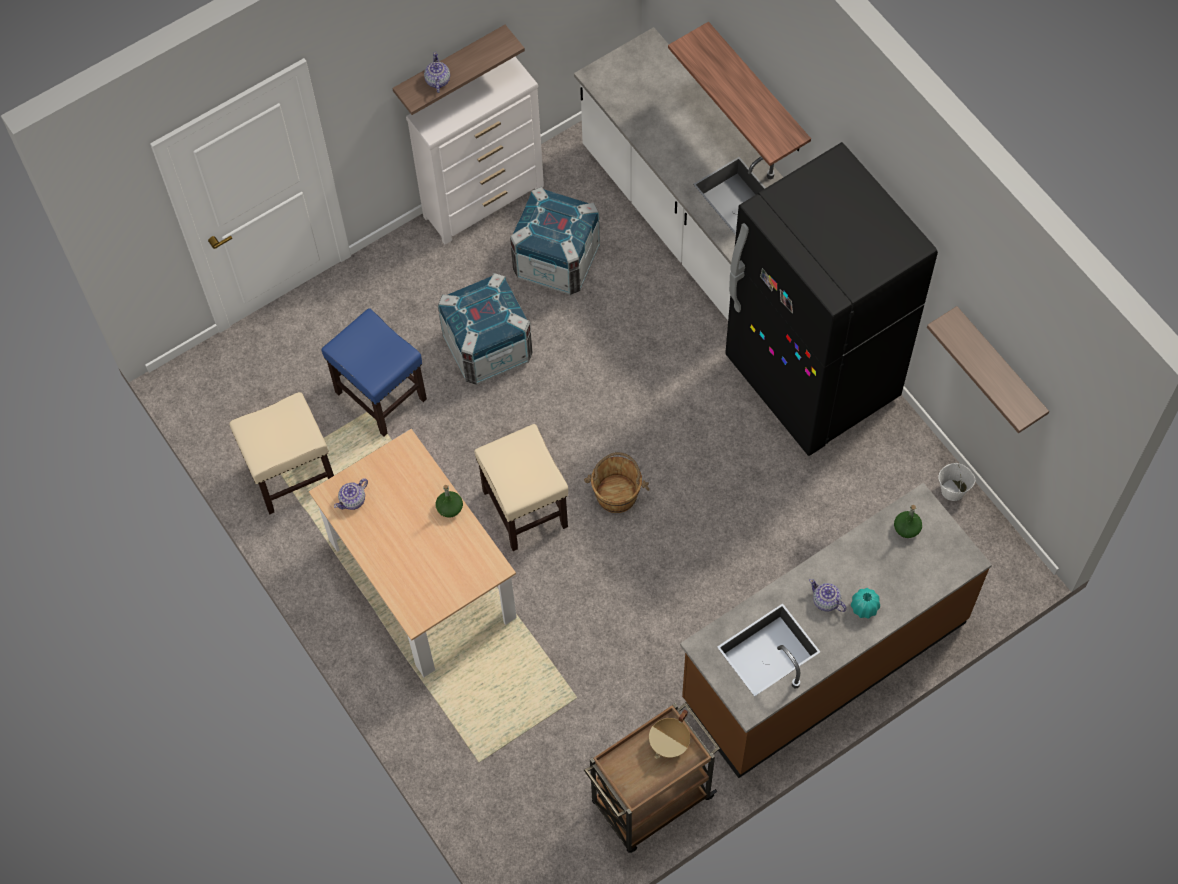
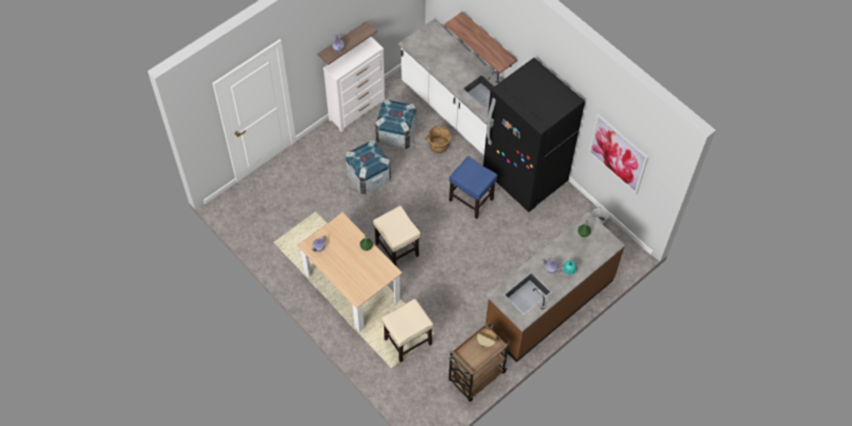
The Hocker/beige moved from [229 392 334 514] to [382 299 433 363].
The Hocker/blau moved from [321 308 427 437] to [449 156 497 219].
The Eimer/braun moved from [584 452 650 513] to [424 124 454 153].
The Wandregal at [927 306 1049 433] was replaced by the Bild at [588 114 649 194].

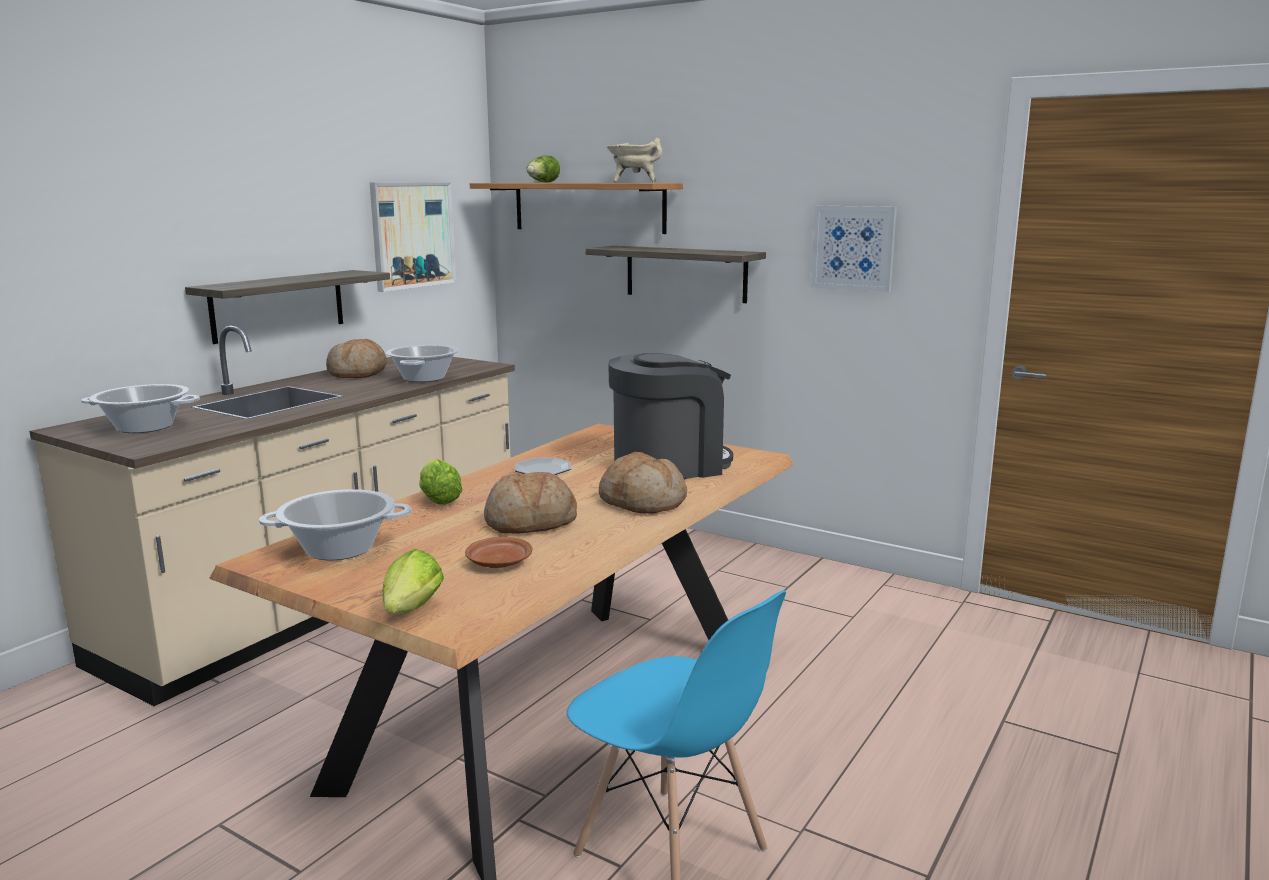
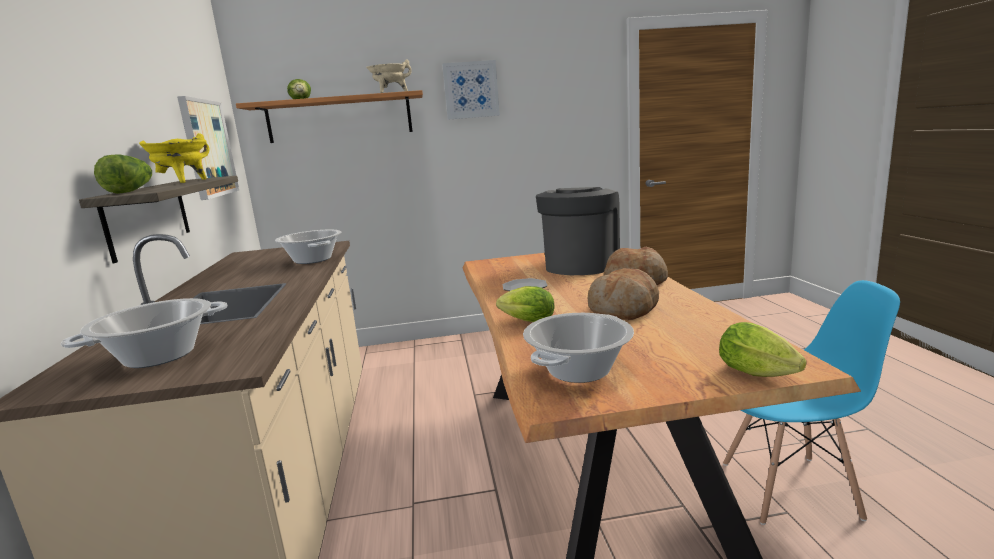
The Brot at [326 339 387 378] disappeared.
The Teller/braun at [465 537 532 568] disappeared.
The Wandregal at [585 246 766 303] disappeared.
The Salatkopf at [94 154 152 194] appeared.
The Kochtopf/gelb at [139 133 209 183] appeared.
The Bild moved from [811 206 897 292] to [442 60 500 120].

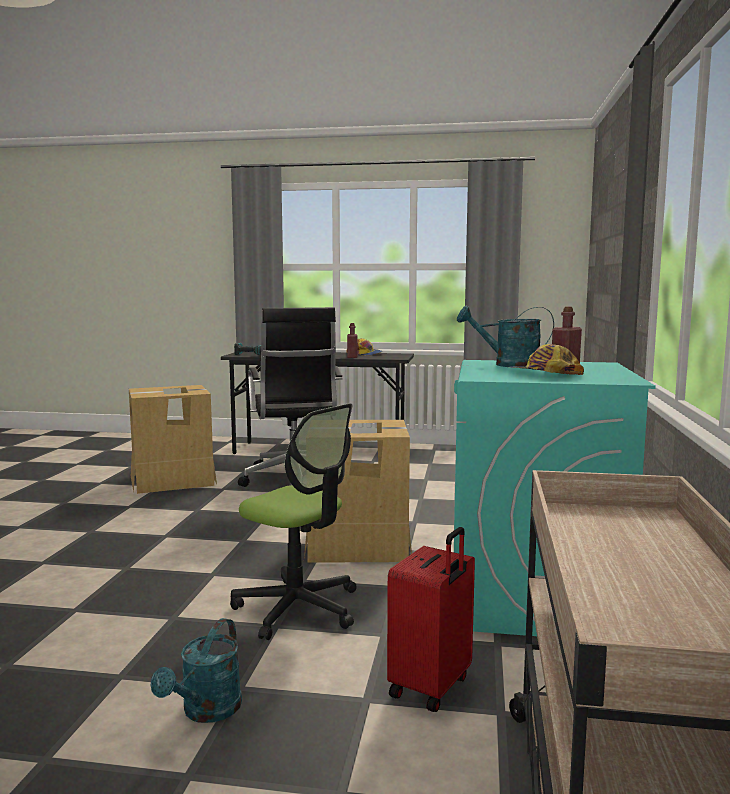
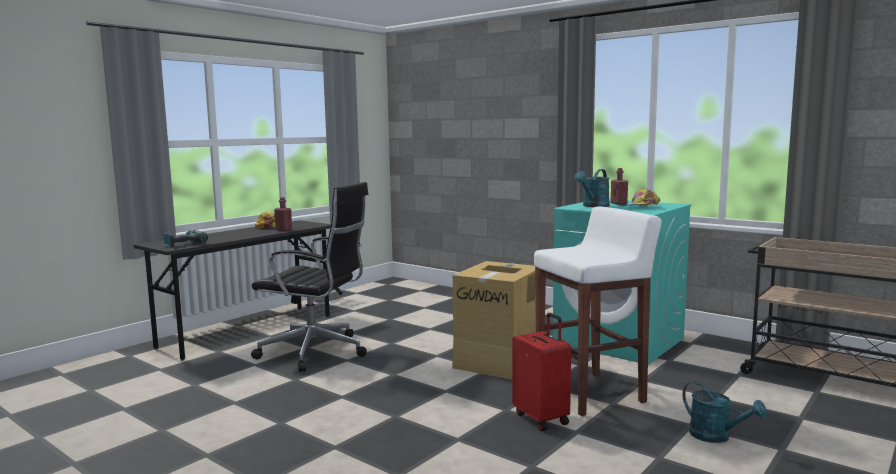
The Karton at [129 385 217 494] disappeared.
The Koffer/rot moved from [387 527 475 712] to [512 313 571 431].
The Bürostuhl at [230 403 357 640] was replaced by the Hocker/weiß at [534 207 662 416].

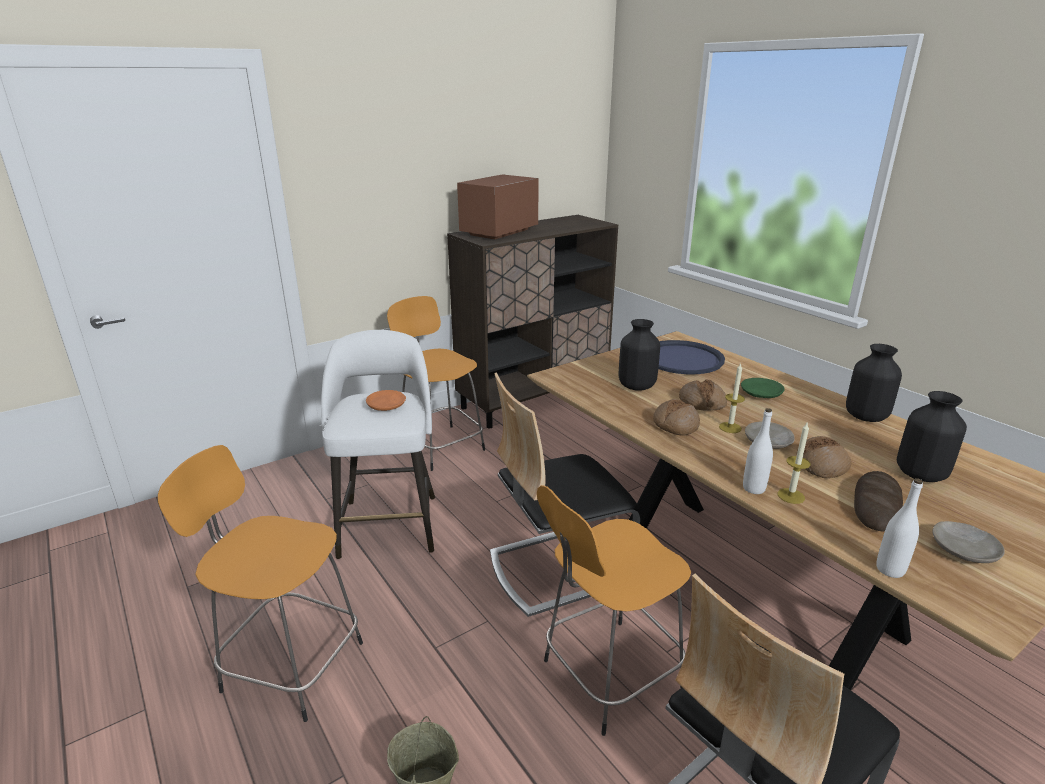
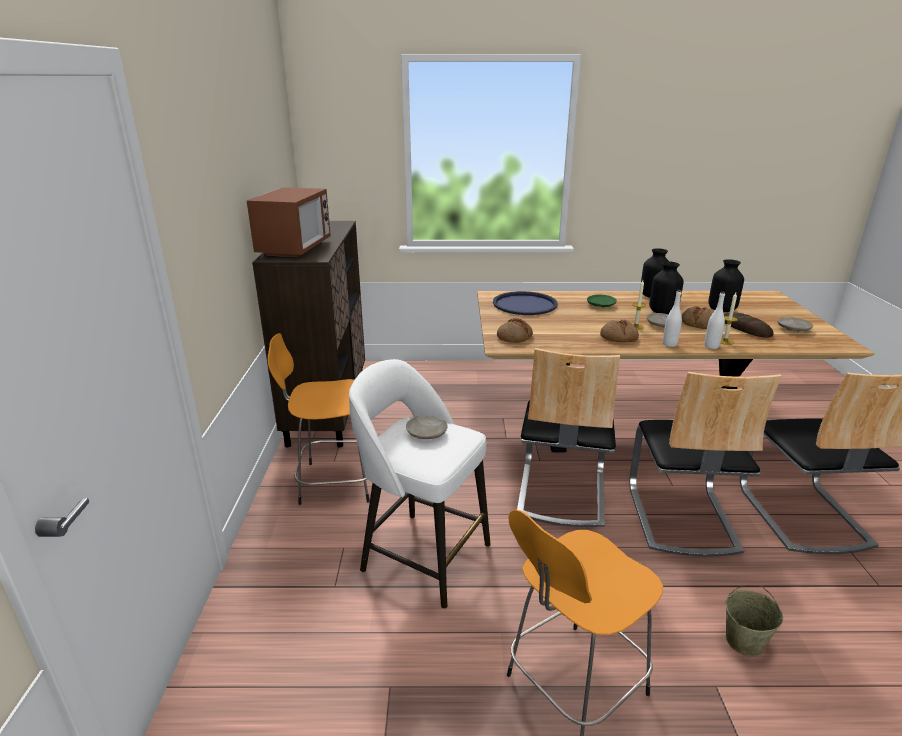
The Vase/schwarz moved from [619 319 660 390] to [649 261 684 314].
The Brot moved from [679 379 727 411] to [497 318 533 343].
The Flasche/weiß moved from [876 478 923 578] to [663 290 682 347].
The Hocker/orange at [537 485 691 736] was replaced by the Stuhl at [630 372 781 557].
The Teller/orange at [366 390 406 411] became the Teller/beige at [406 415 448 439].
The Mikrowelle at [457 174 539 239] turned 150 degrees counterclockwise.

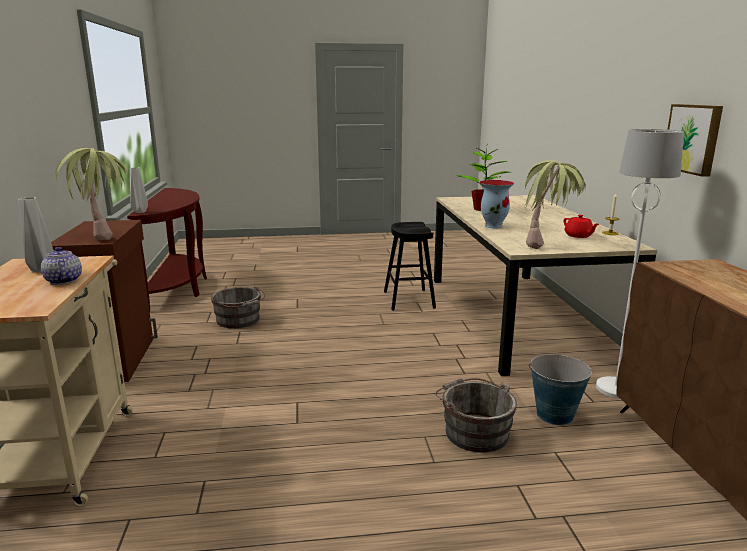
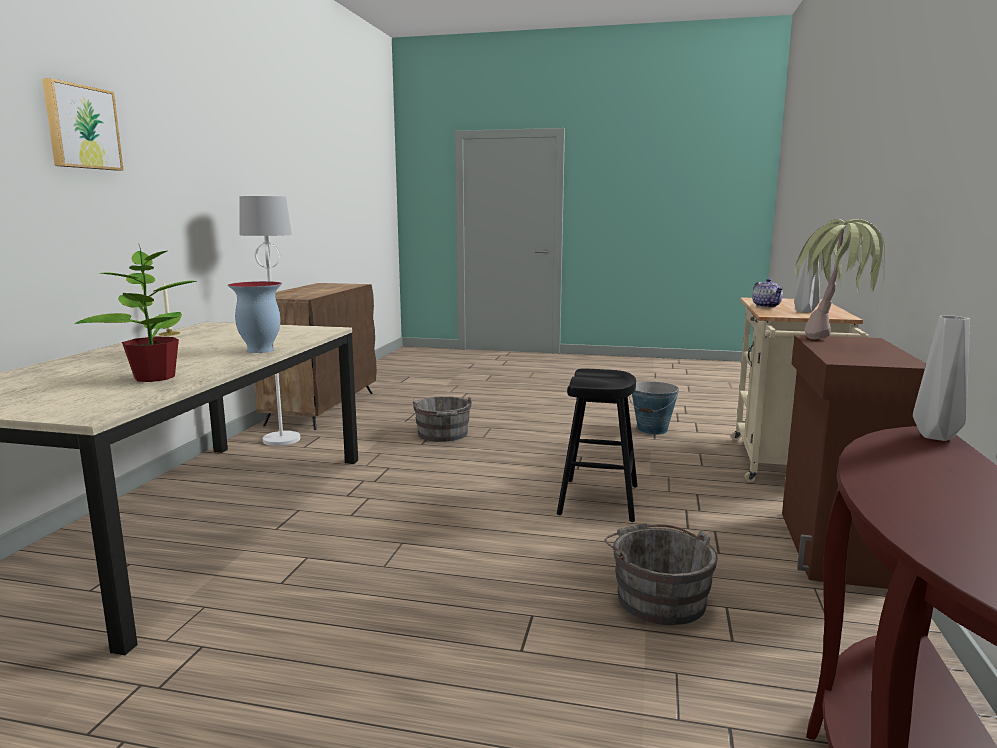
The Topfpflanze at [523 160 586 249] disappeared.
The Teekanne/rot at [564 215 599 238] disappeared.
The Hocker/schwarz moved from [384 222 436 311] to [557 369 638 522].
The Eimer moved from [529 354 592 425] to [629 382 679 435].
The Bild moved from [667 104 723 177] to [42 78 123 170].

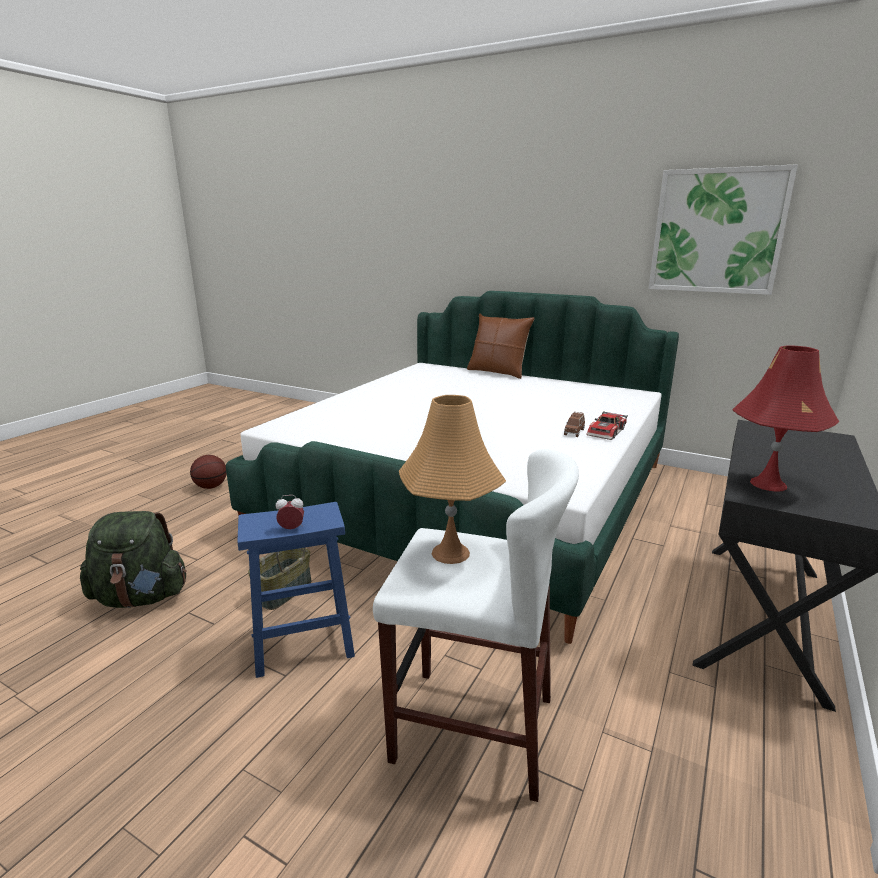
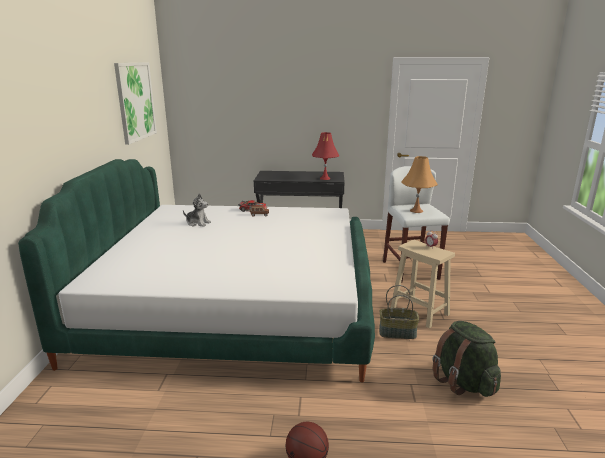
The Kissen/braun at [467 314 535 379] disappeared.
The Plüschtier at [183 193 211 227] appeared.
The Hocker/blau at [238 502 355 678] became the Hocker/beige at [391 240 455 328].

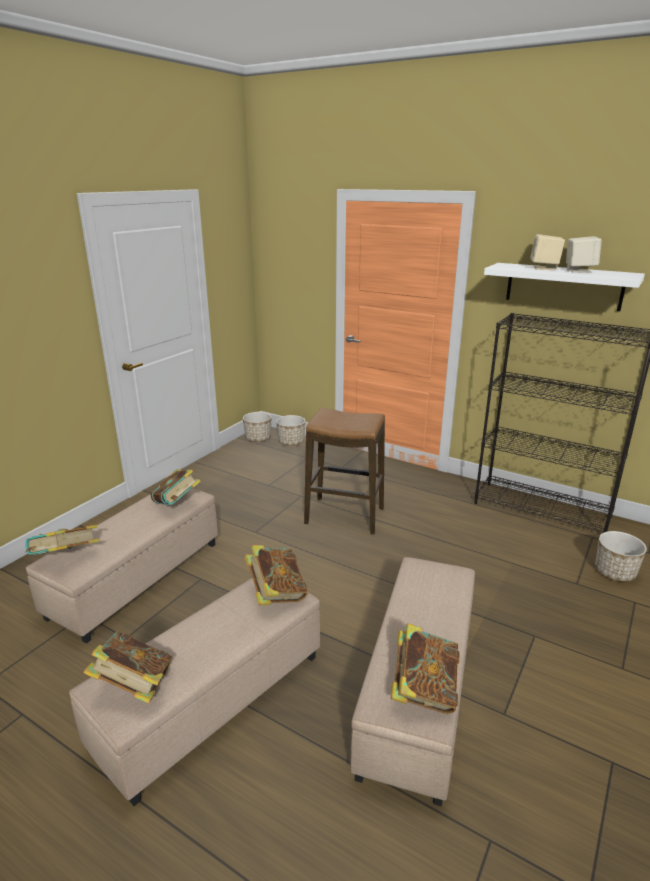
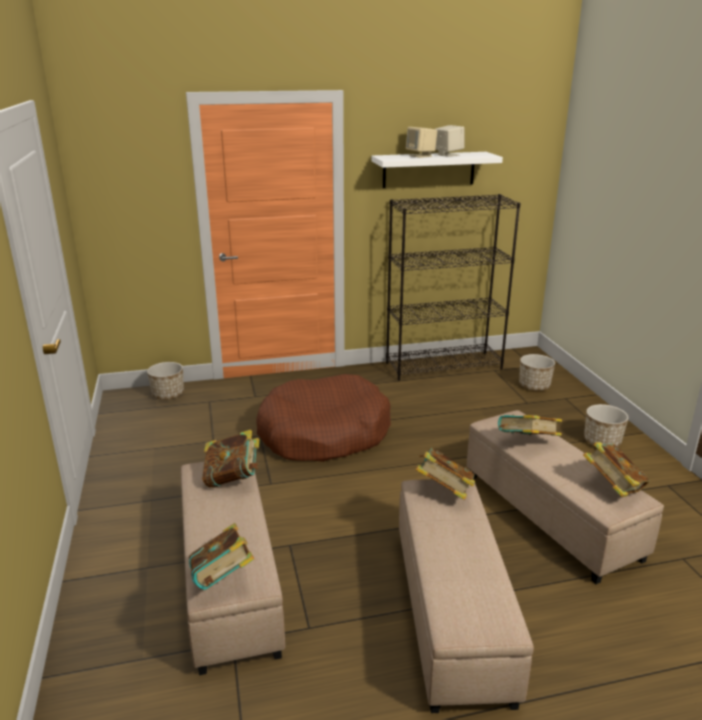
The Buch moved from [83 631 173 704] to [498 415 562 436].
The Pflanzkübel moved from [243 412 271 442] to [584 404 629 447].
The Hocker at [304 408 385 535] was replaced by the Hundebett/braun at [256 374 391 462].

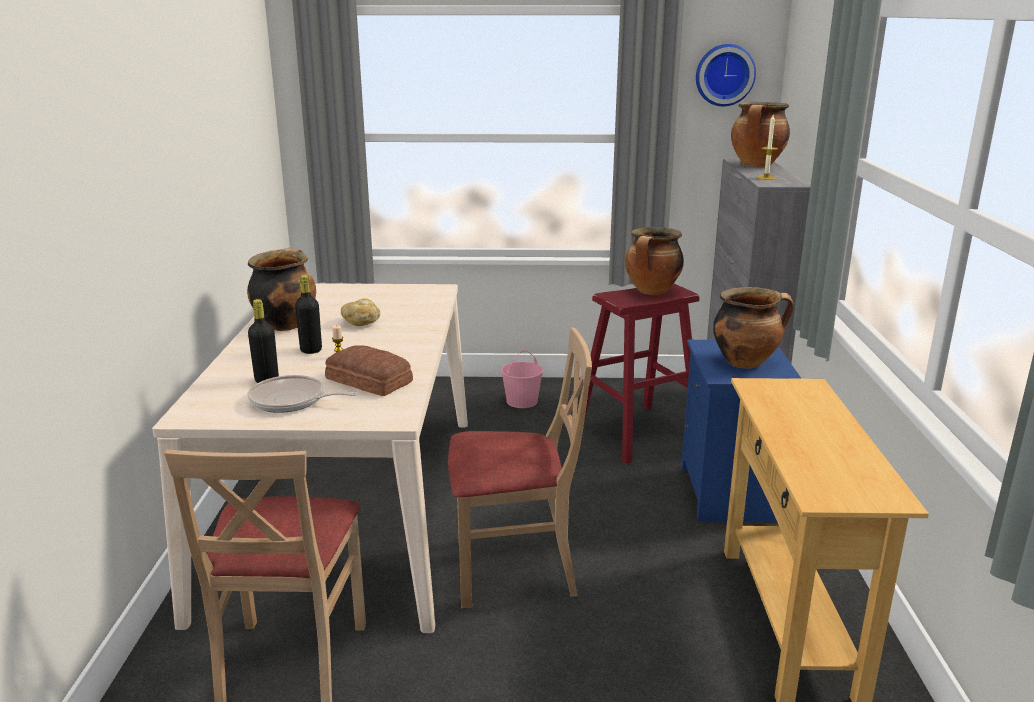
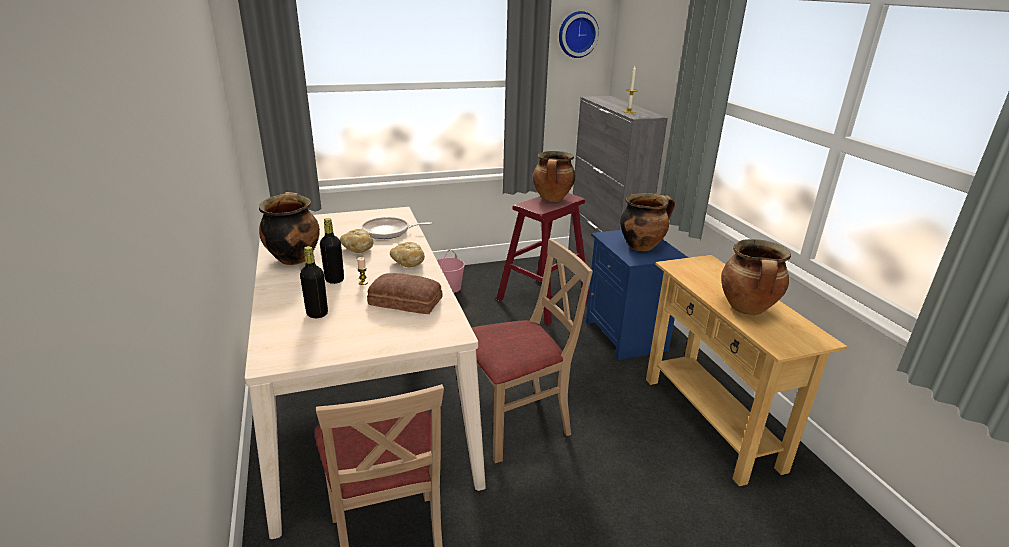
The Brot at [390 242 425 267] appeared.
The Pfanne moved from [247 375 357 413] to [362 217 432 239].
The Kochtopf moved from [731 102 790 167] to [721 239 791 315].

